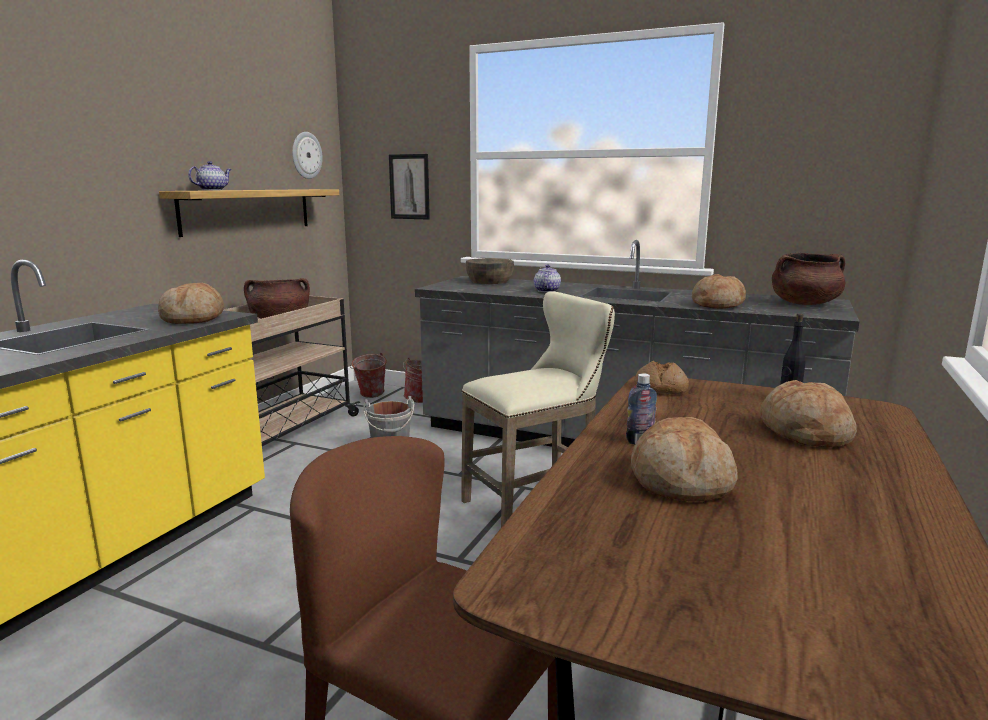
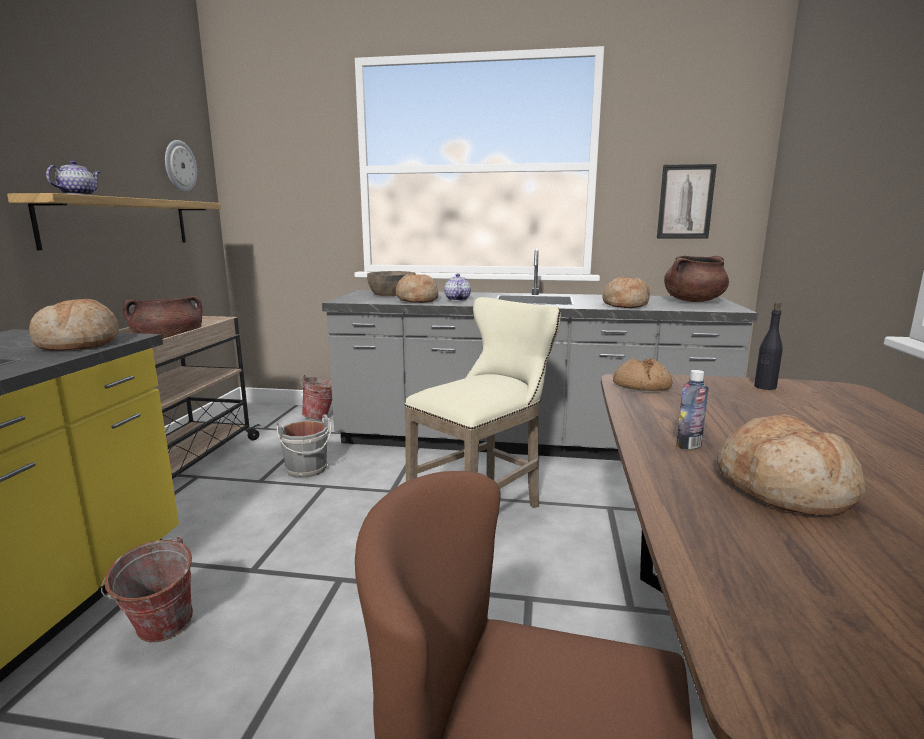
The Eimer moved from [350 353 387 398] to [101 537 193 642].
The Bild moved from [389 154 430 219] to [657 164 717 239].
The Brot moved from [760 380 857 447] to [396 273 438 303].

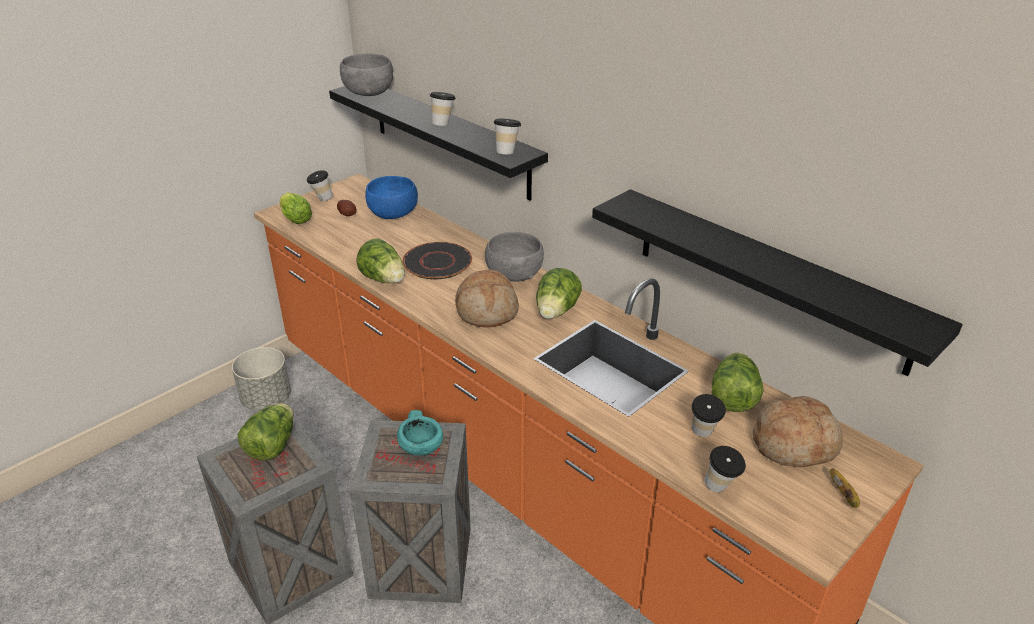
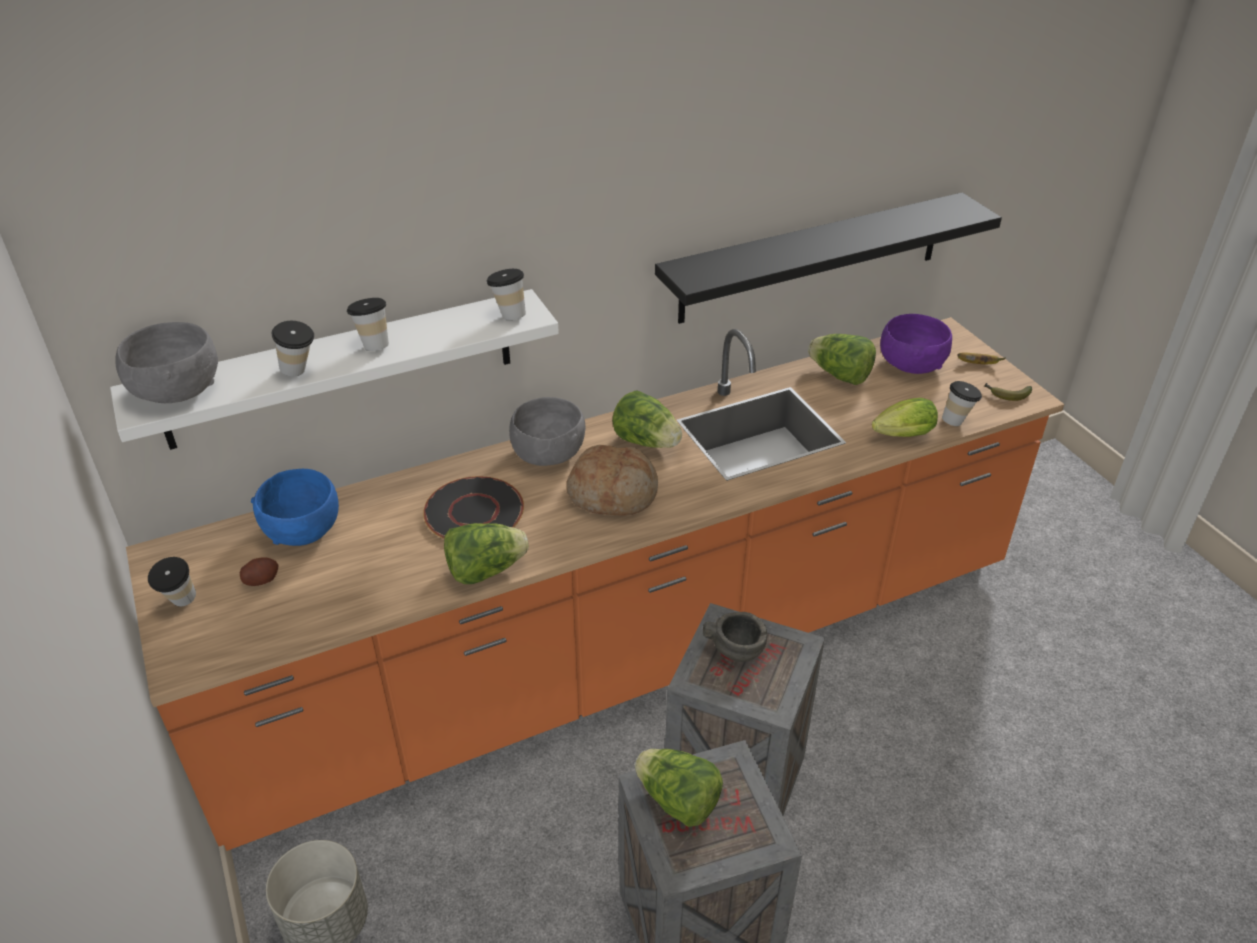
The Banane at [985 383 1032 401] appeared.
The Salatkopf moved from [279 192 312 224] to [872 398 938 437].
The Tasse moved from [692 394 726 437] to [272 321 314 376].
The Brot at [753 396 843 467] was replaced by the Schüssel/lila at [880 314 952 374].
The Wandregal/schwarz at [329 86 548 200] became the Wandregal/weiß at [110 289 559 450].
The Schüssel/türkis at [397 410 443 455] became the Schüssel/grau at [703 612 767 662].

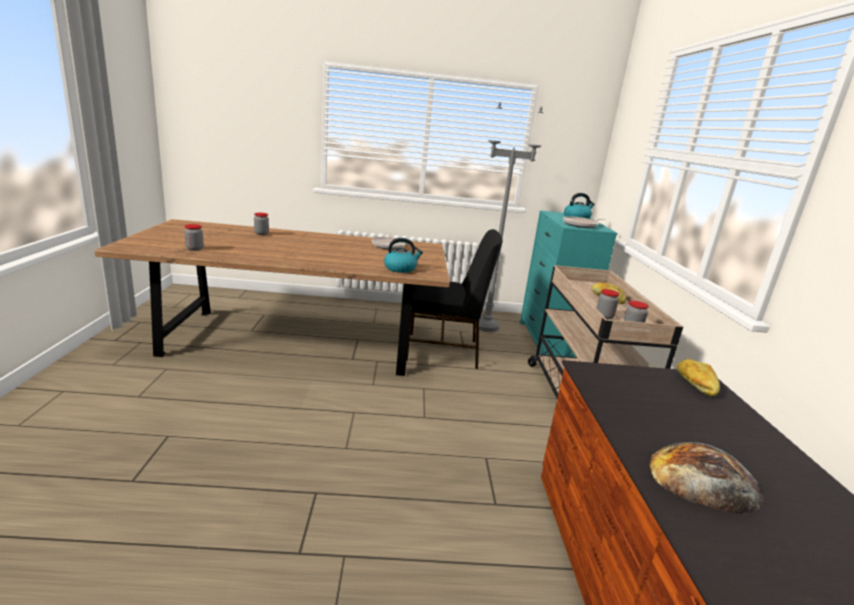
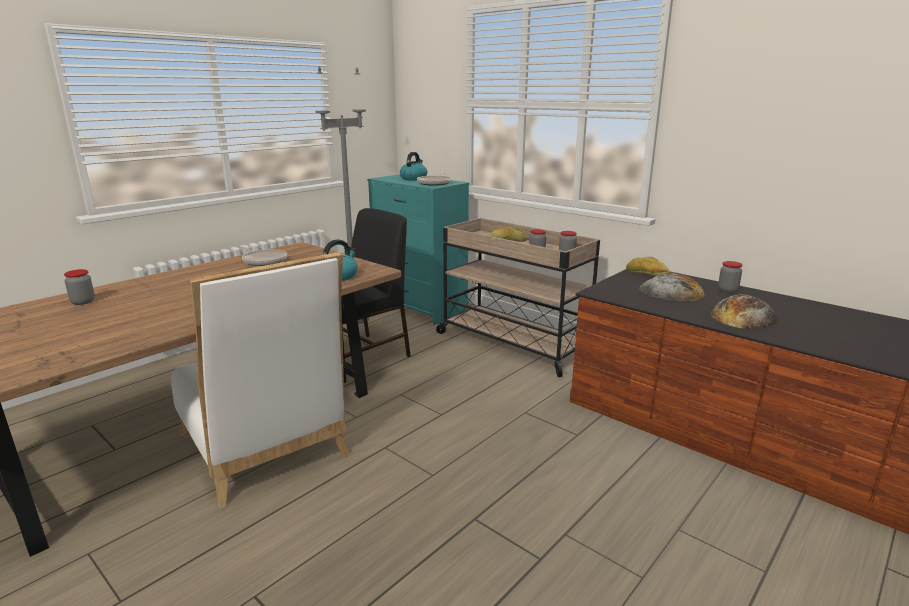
The Stuhl/weiß at [171 252 350 508] appeared.
The Brot at [639 272 705 301] appeared.
The Vorratsglas moved from [184 224 204 251] to [718 261 743 293].

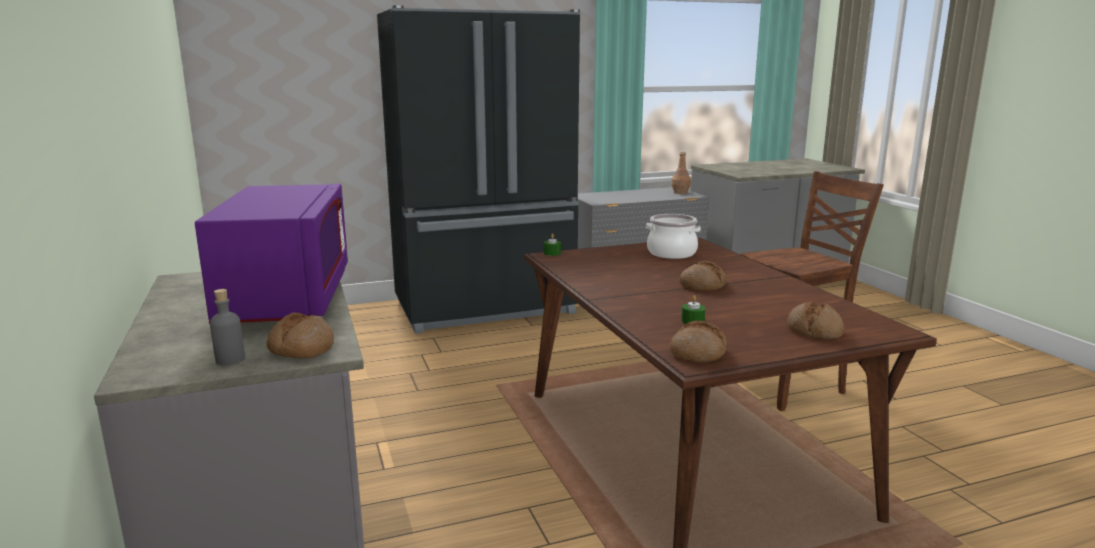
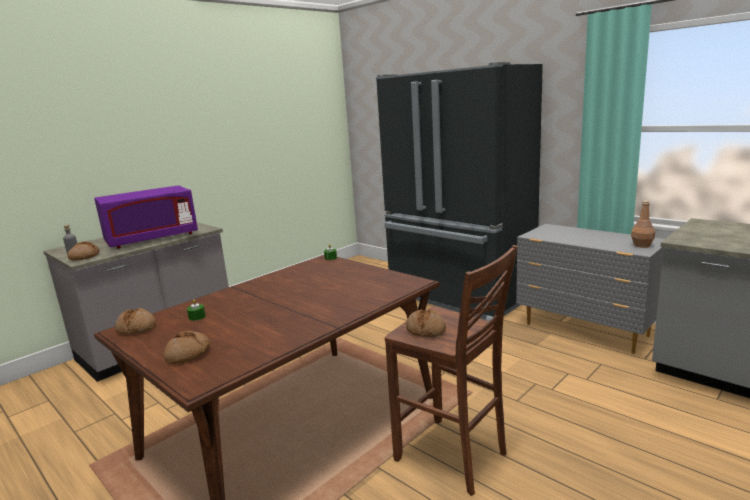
The Kochtopf at [646 214 701 259] disappeared.
The Brot moved from [679 261 727 291] to [406 309 446 337].

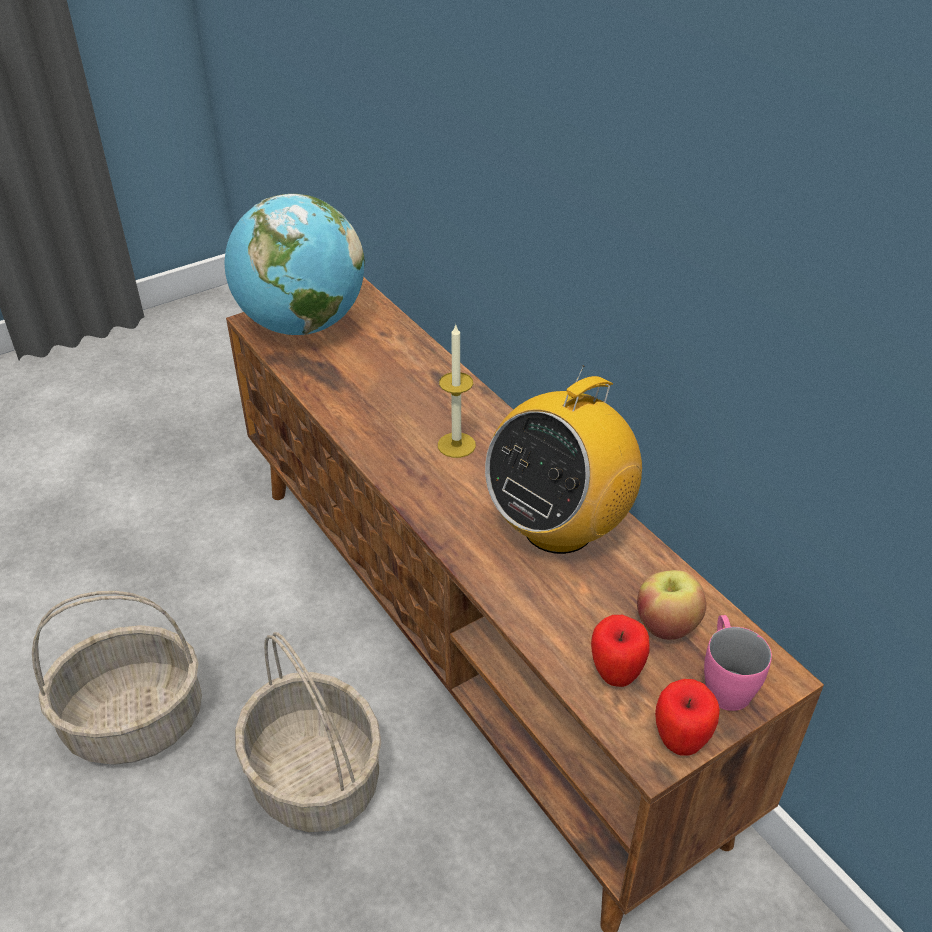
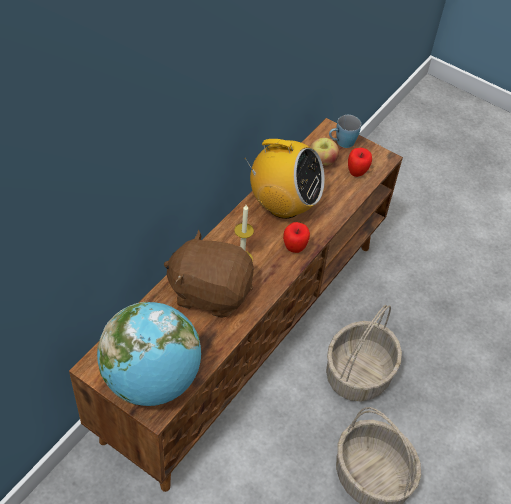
The Plüschtier/braun at [164 230 254 318] appeared.
The Apfel moved from [655 679 720 756] to [283 222 310 253].
The Henkelbecher/rosa at [704 615 772 711] became the Henkelbecher/blau at [329 115 361 148].

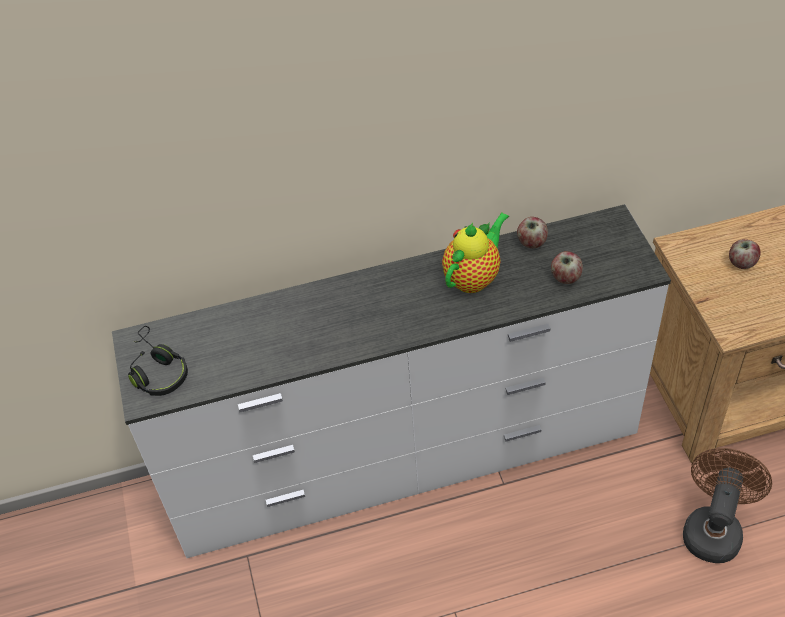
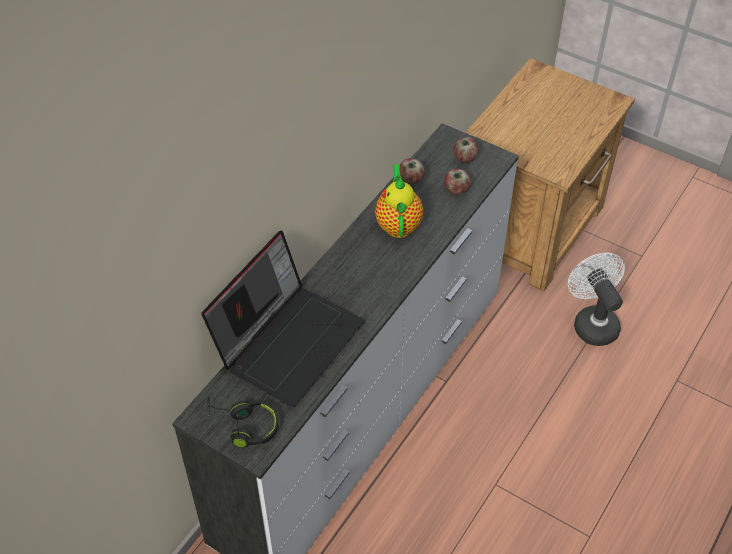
The Laptop at [201 230 365 407] appeared.
The Apfel moved from [729 239 760 269] to [453 137 479 163].
The Ventilator/braun at [683 448 772 563] became the Ventilator/weiß at [568 253 625 346].

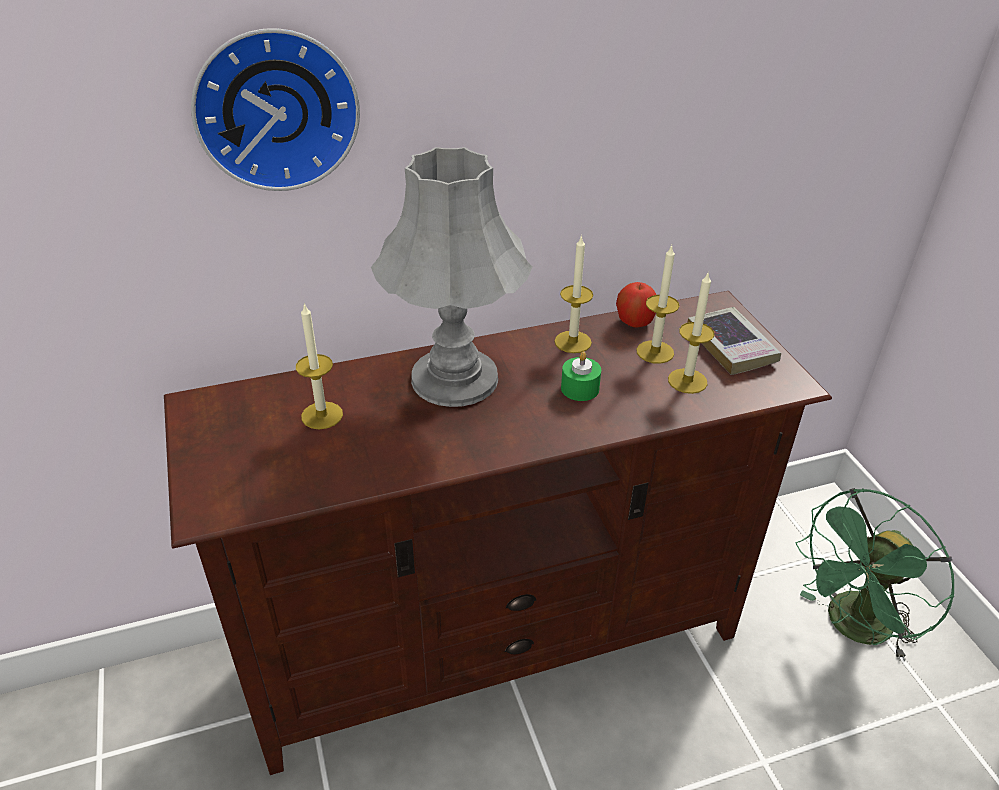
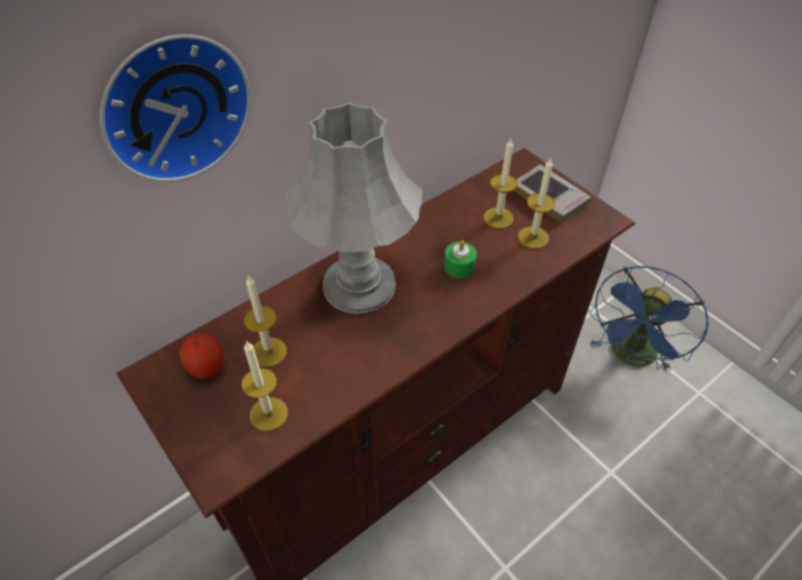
The Kerze moved from [555 235 593 353] to [242 340 288 431].
The Apfel moved from [616 282 657 327] to [179 334 224 379].
The Ventilator/grün at [796 488 954 661] became the Ventilator/blau at [590 266 708 371].

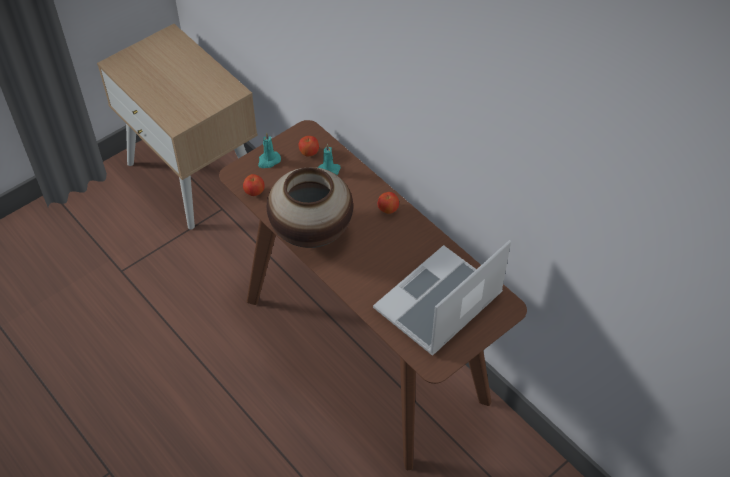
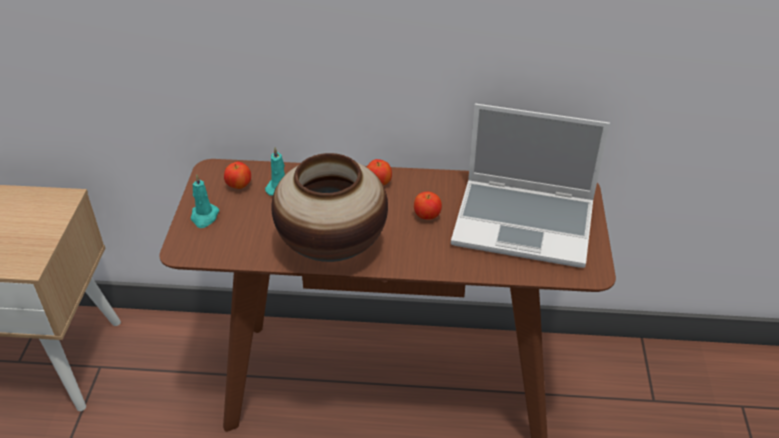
The Apfel moved from [243 174 265 196] to [414 192 442 219].
The Laptop at [373 240 511 356] turned 75 degrees counterclockwise.

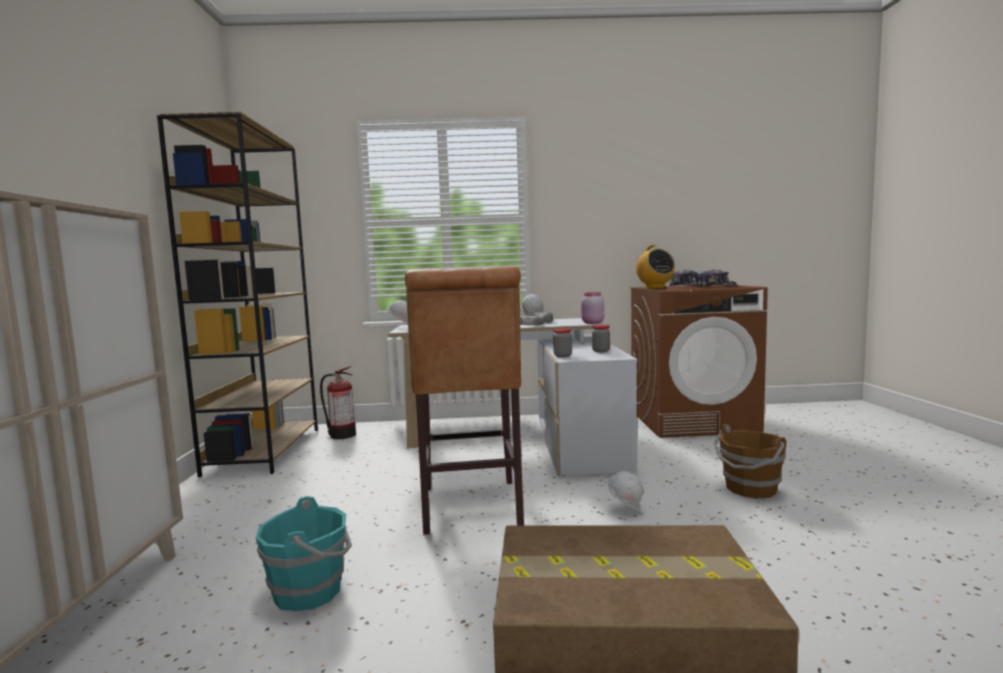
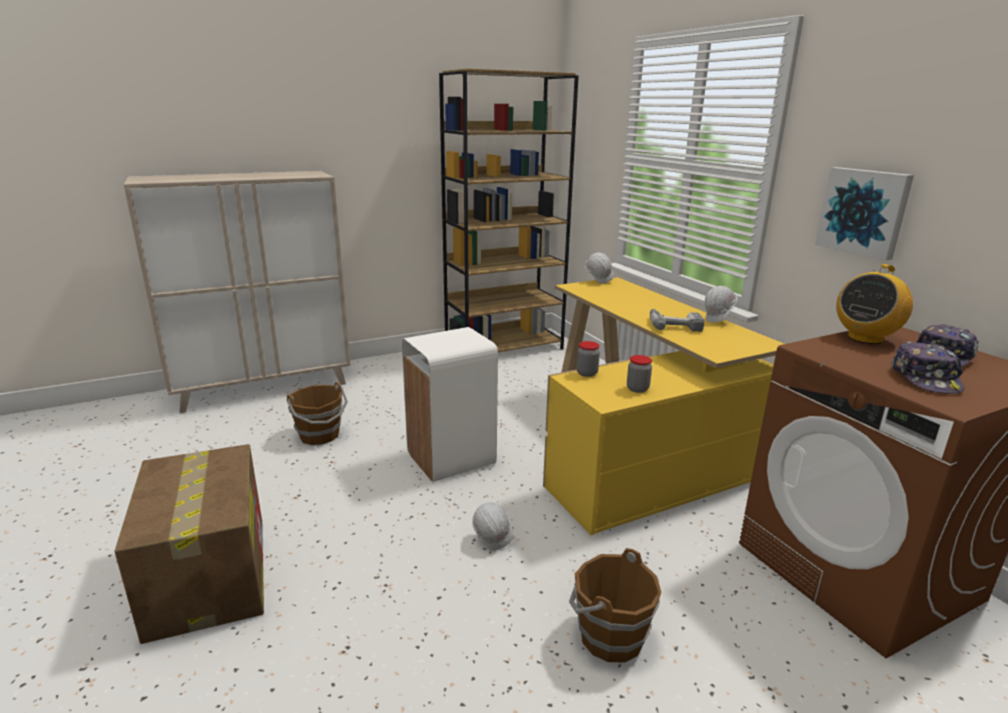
The Feuerlöscher at [320 366 356 439] disappeared.
The Vorratsglas/rosa at [581 292 604 324] disappeared.
The Bild at [815 167 914 260] appeared.
The Hocker/braun at [405 266 524 535] was replaced by the Mülleimer/weiß at [402 327 498 482].
The Eimer/türkis at [256 496 352 611] became the Eimer/braun at [287 382 348 445].
The Schreibtisch/weiß at [388 318 637 476] became the Schreibtisch/gelb at [543 277 784 535].

